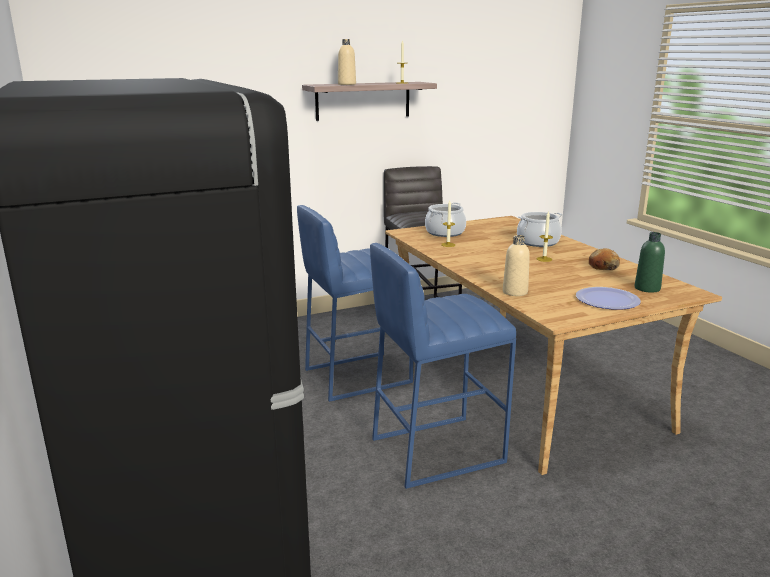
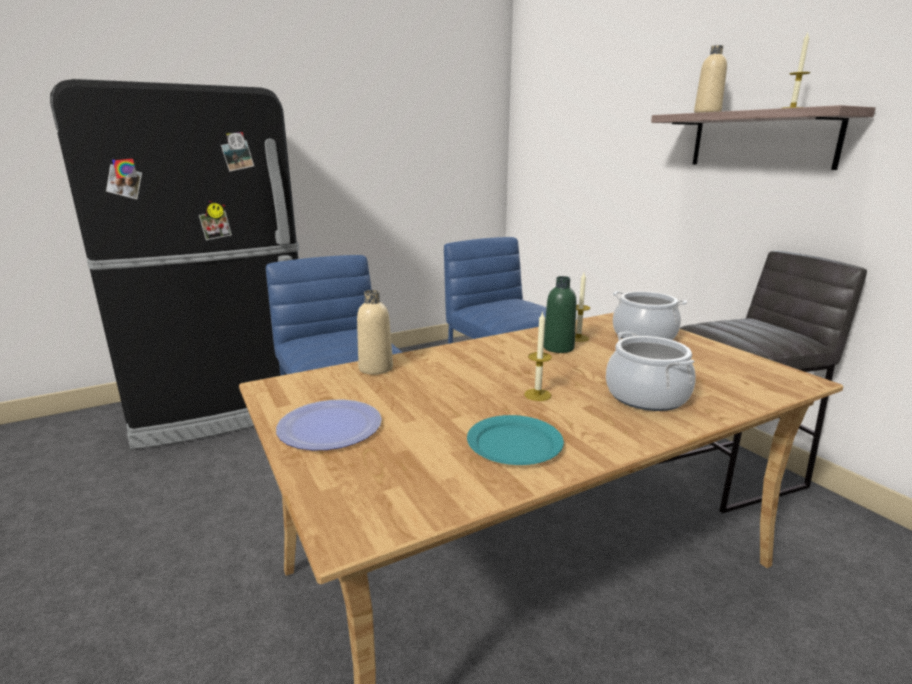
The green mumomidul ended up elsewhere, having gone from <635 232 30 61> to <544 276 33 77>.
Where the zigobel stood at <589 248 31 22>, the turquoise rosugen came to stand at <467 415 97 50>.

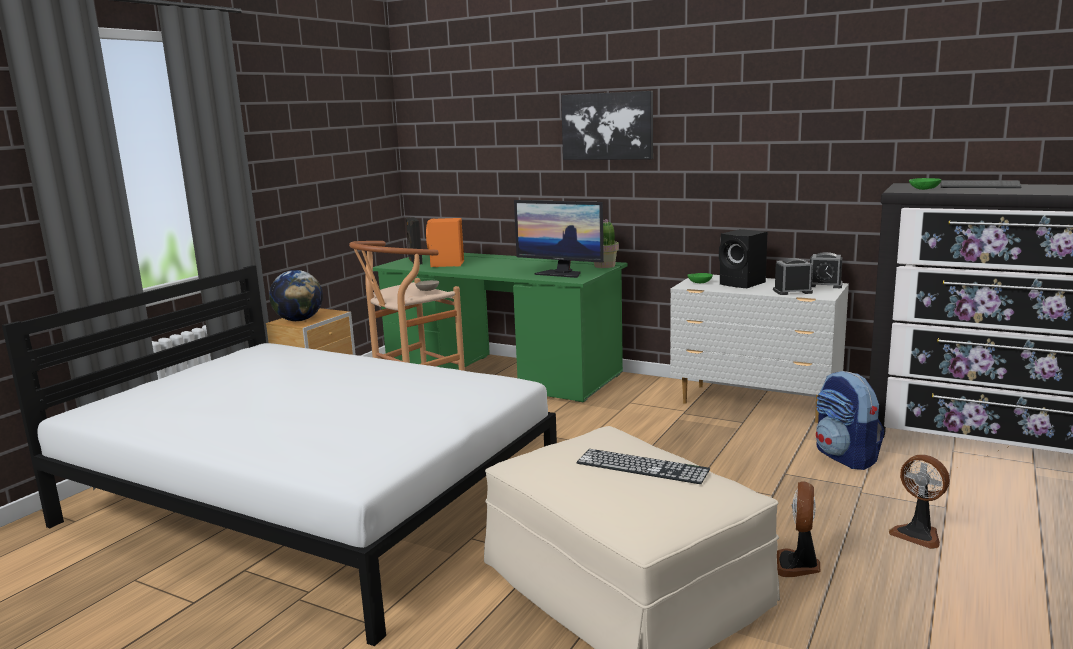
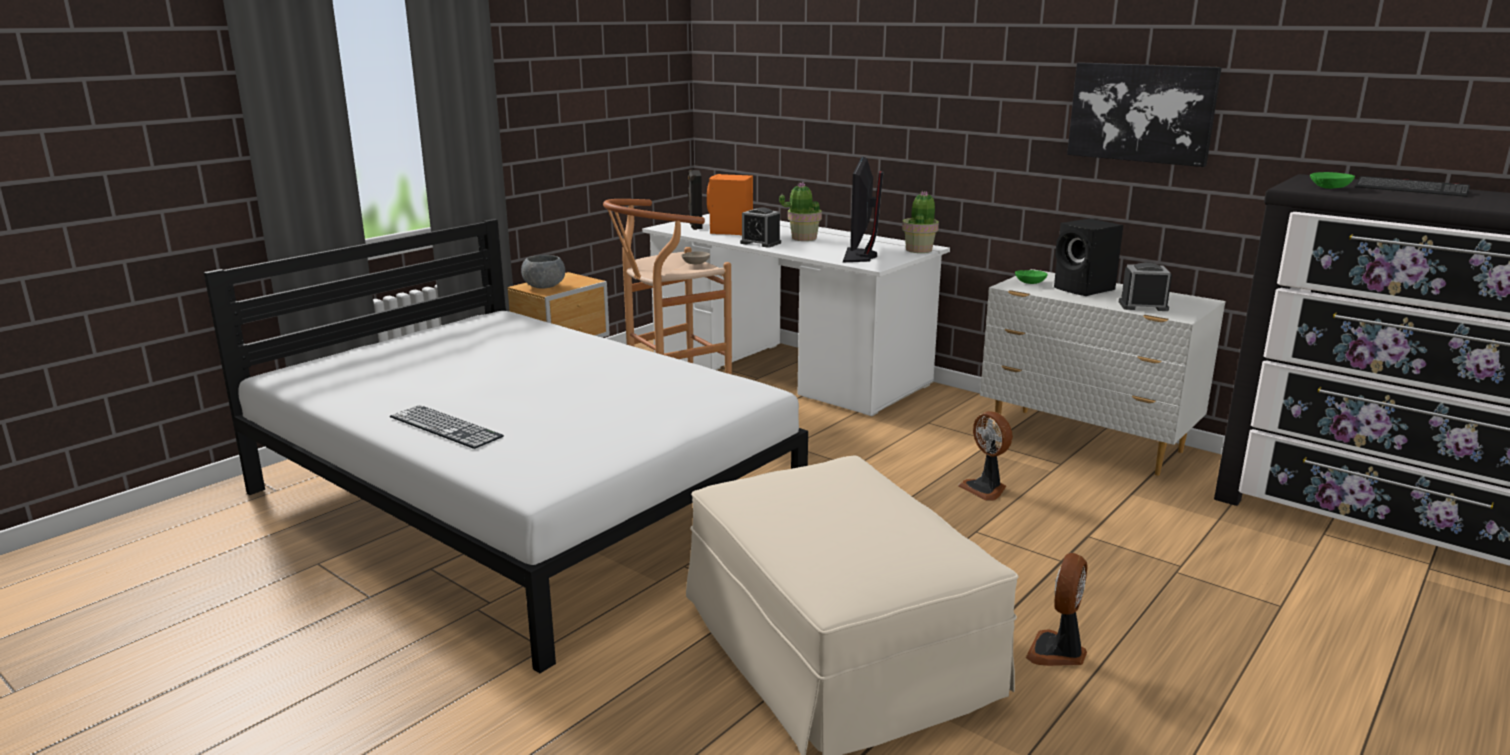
The second view lost the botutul at <816 371 68 99>.
The second view gained the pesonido at <779 182 43 59>.
The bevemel ended up elsewhere, having gone from <561 91 92 69> to <1067 62 155 105>.
The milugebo ended up elsewhere, having gone from <576 449 134 35> to <390 405 114 44>.
The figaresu ended up elsewhere, having gone from <810 252 33 36> to <740 208 41 40>.
The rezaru ended up elsewhere, having gone from <889 455 61 94> to <958 411 55 90>.
Where the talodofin stood at <269 270 54 51>, the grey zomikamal came to stand at <521 255 44 34>.
What was the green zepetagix at <373 253 255 150> turned into the white zepetagix at <642 214 308 202>.
The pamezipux at <514 200 90 78> ended up facing another way, 60 degrees clockwise from before.

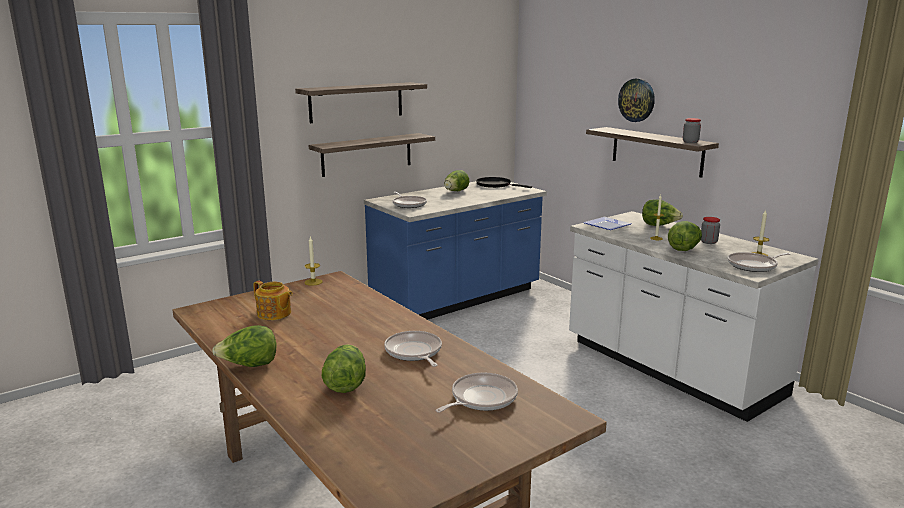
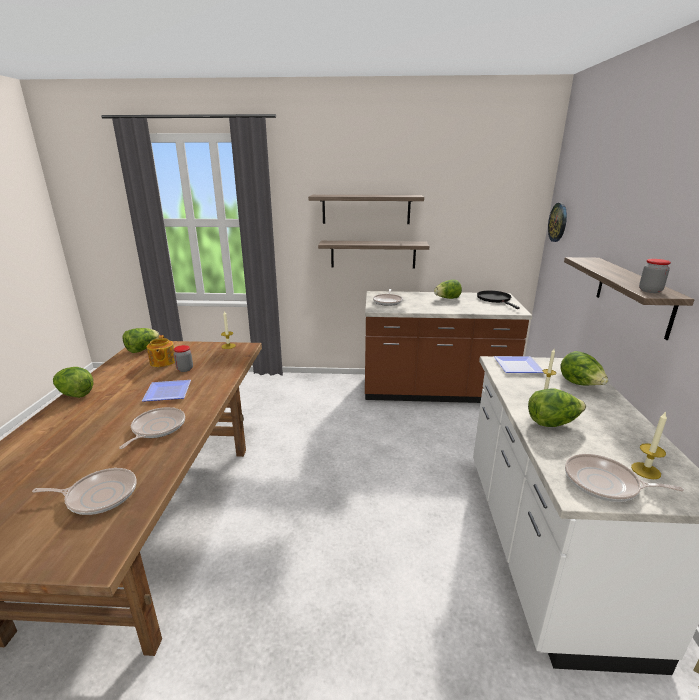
The second view gained the rosugen at <142 380 49 22>.
The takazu ended up elsewhere, having gone from <322 344 44 49> to <122 328 37 25>.
The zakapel ended up elsewhere, having gone from <618 78 37 44> to <548 203 19 39>.
The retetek ended up elsewhere, having gone from <701 217 19 27> to <174 345 19 27>.
What was the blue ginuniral at <364 181 183 139> turned into the brown ginuniral at <365 291 168 112>.

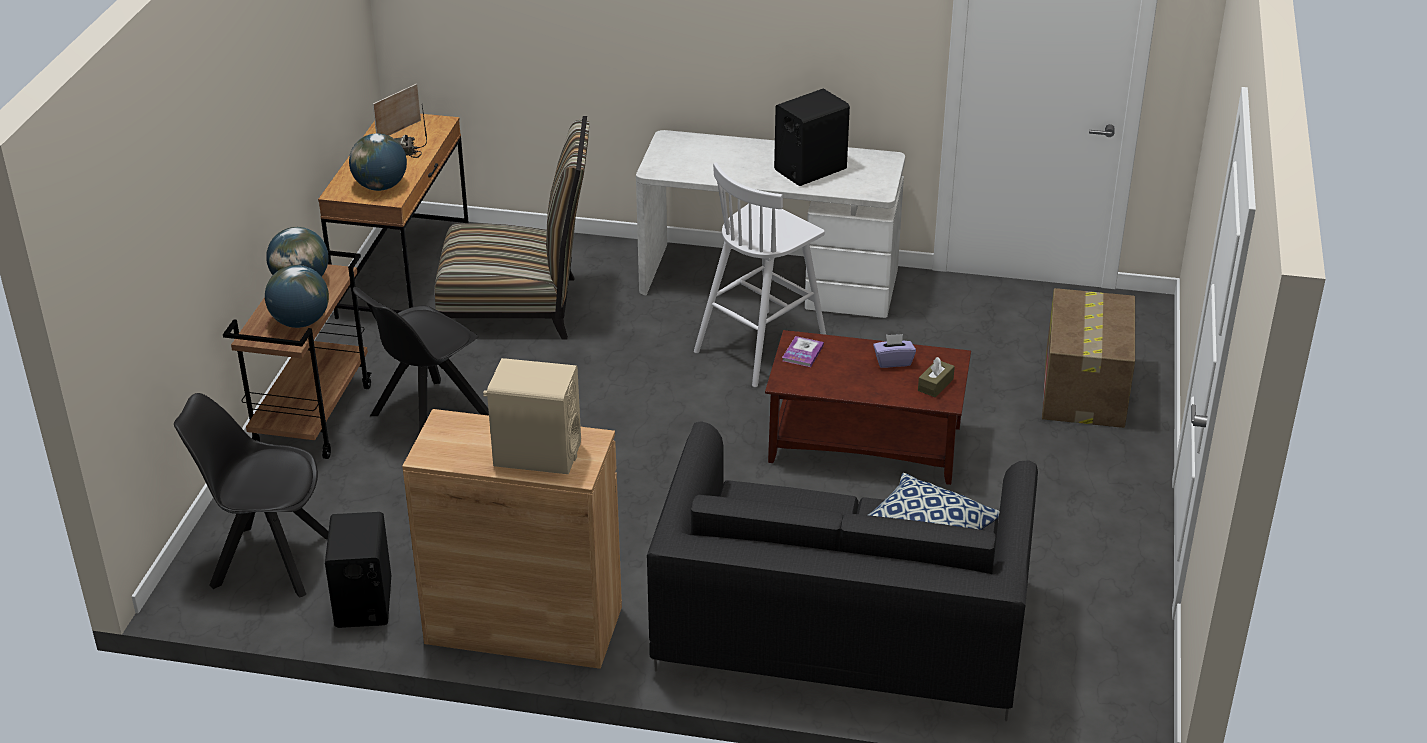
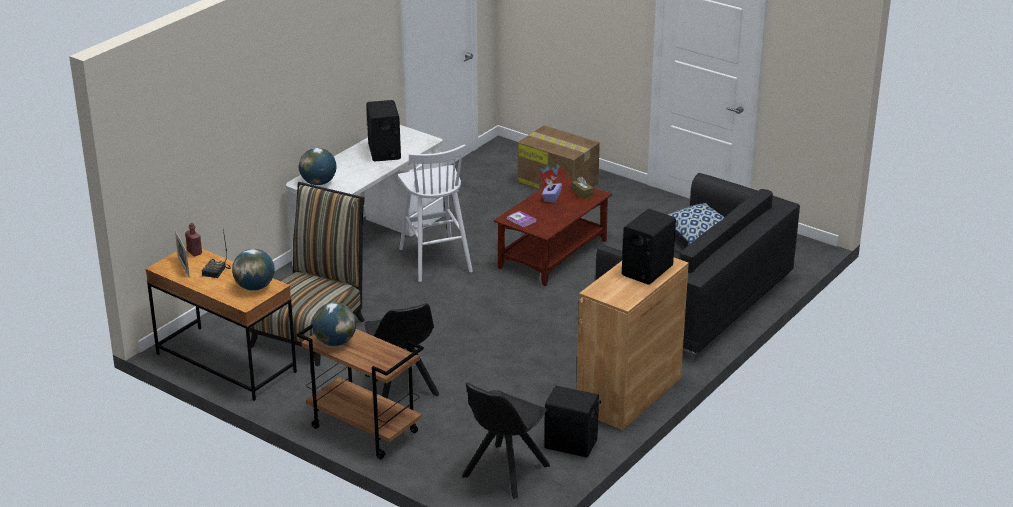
The second view gained the red mumomidul at <185 223 17 33>.
The talodofin ended up elsewhere, having gone from <265 265 64 63> to <299 148 37 37>.
What was the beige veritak at <483 358 98 116> turned into the black veritak at <622 209 54 76>.

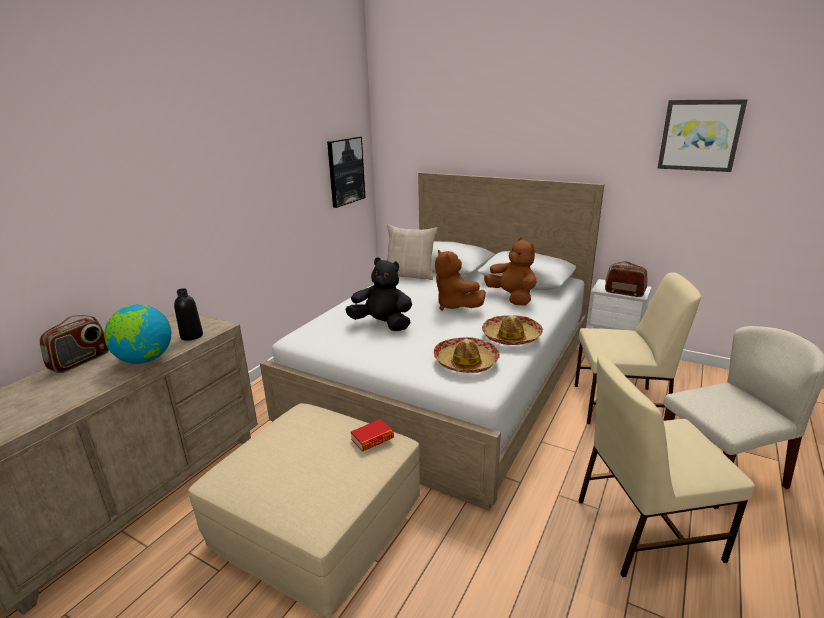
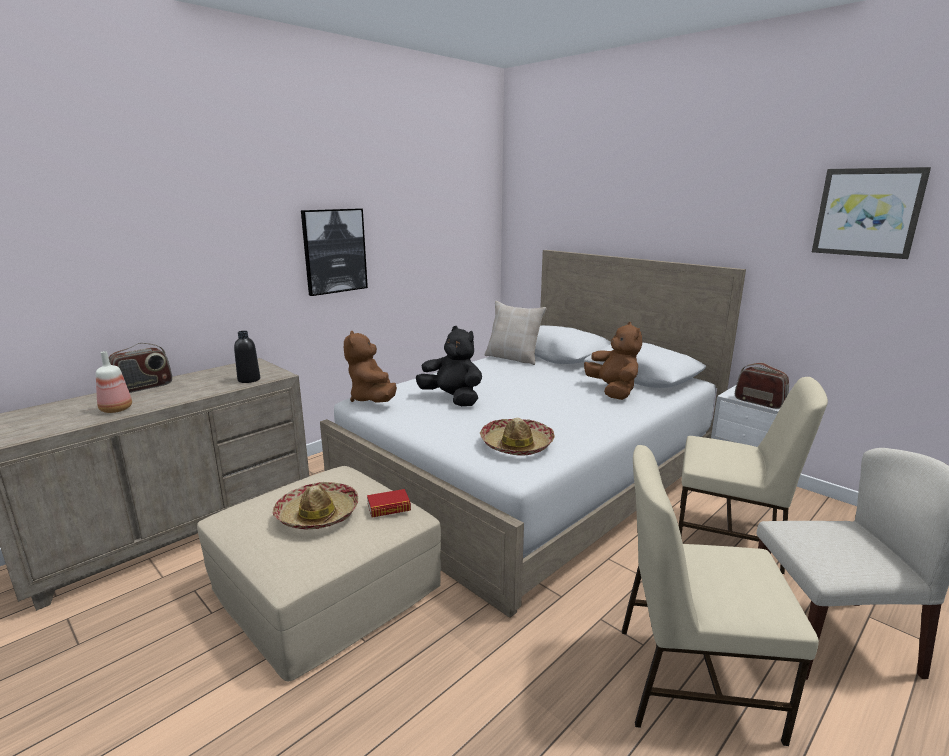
The second view lost the talodofin at <104 304 67 60>.
The second view gained the mumomidul at <96 351 36 62>.
The bevemel ended up elsewhere, having gone from <327 137 38 71> to <301 208 67 88>.
The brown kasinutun ended up elsewhere, having gone from <435 250 51 60> to <344 331 53 72>.
The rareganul ended up elsewhere, having gone from <482 315 61 30> to <273 482 85 47>.

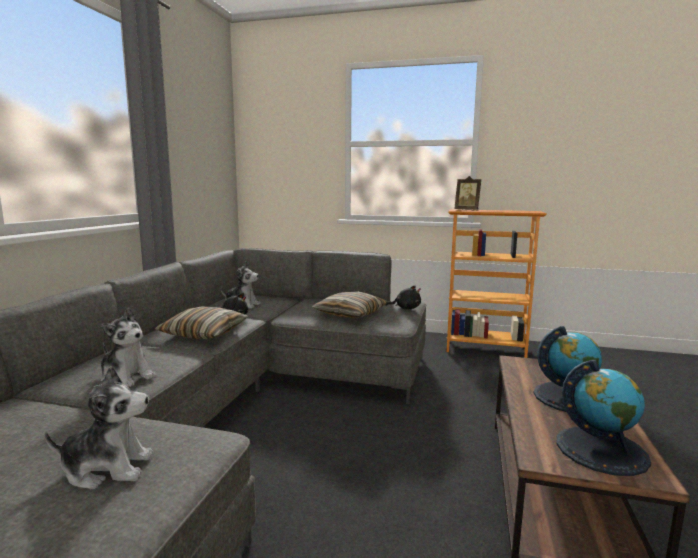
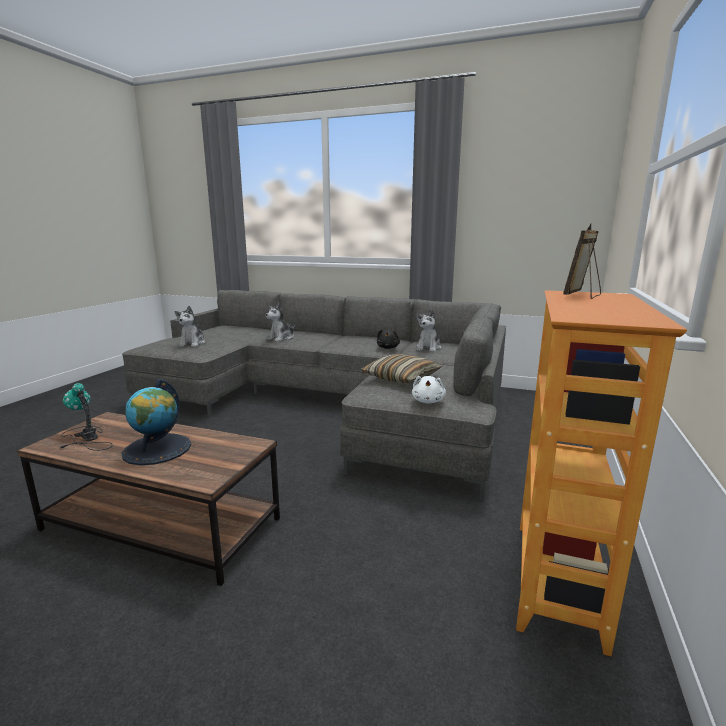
The second view lost the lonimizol at <155 306 93 33>.
Where the talodofin stood at <556 360 95 116>, the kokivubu came to stand at <58 383 55 68>.
What was the black kasinutun at <385 286 36 23> turned into the white kasinutun at <412 376 34 27>.

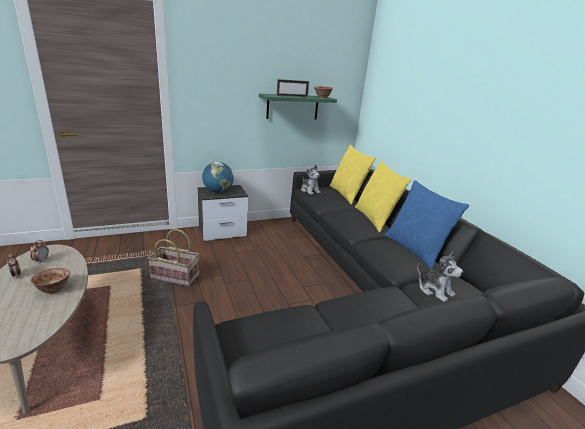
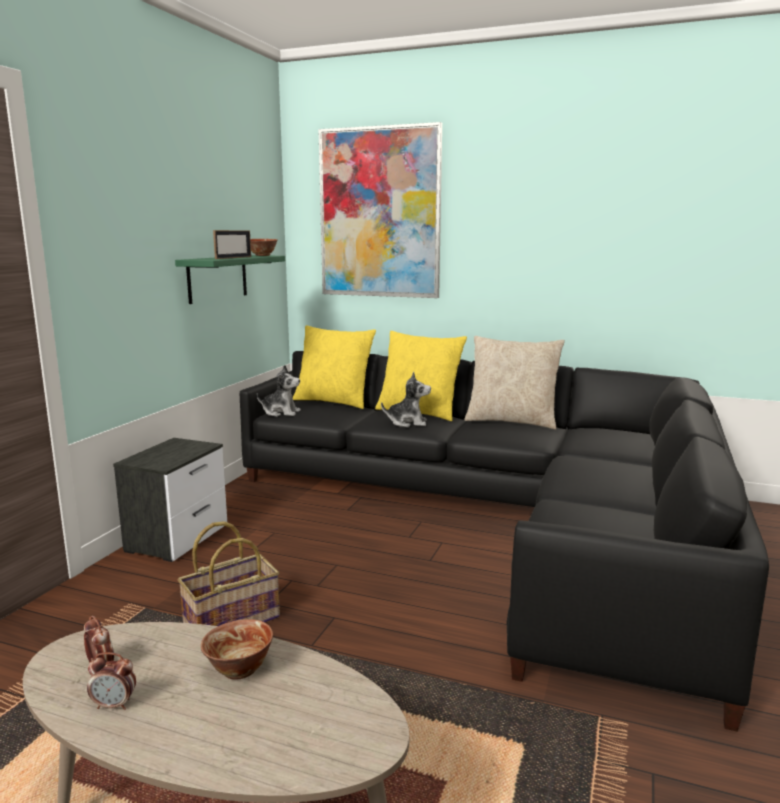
The second view lost the talodofin at <202 162 32 31>.
The second view gained the bevemel at <318 122 124 176>.
The kasinutun ended up elsewhere, having gone from <417 251 46 51> to <381 372 50 55>.
What was the blue lonimizol at <385 180 85 90> turned into the beige lonimizol at <465 336 100 94>.

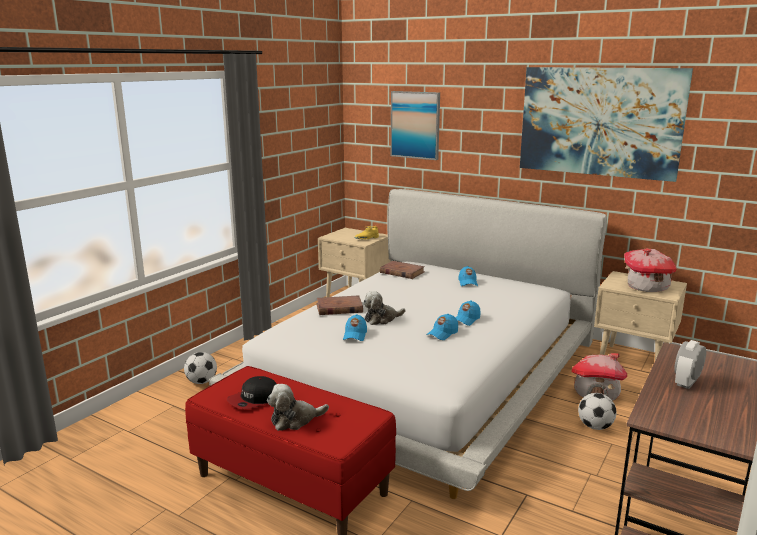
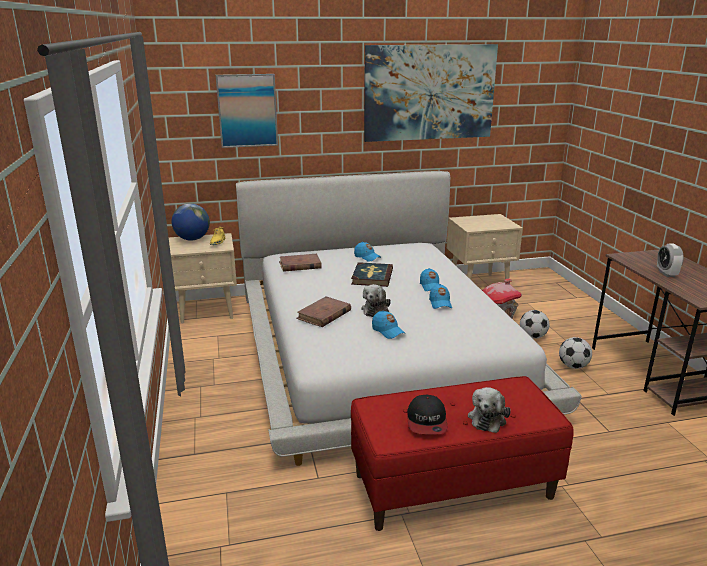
The second view lost the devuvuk at <624 248 53 44>.
The second view gained the talodofin at <171 203 39 38>.
The second view gained the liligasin at <351 262 42 25>.
The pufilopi ended up elsewhere, having gone from <184 352 33 32> to <559 337 33 32>.

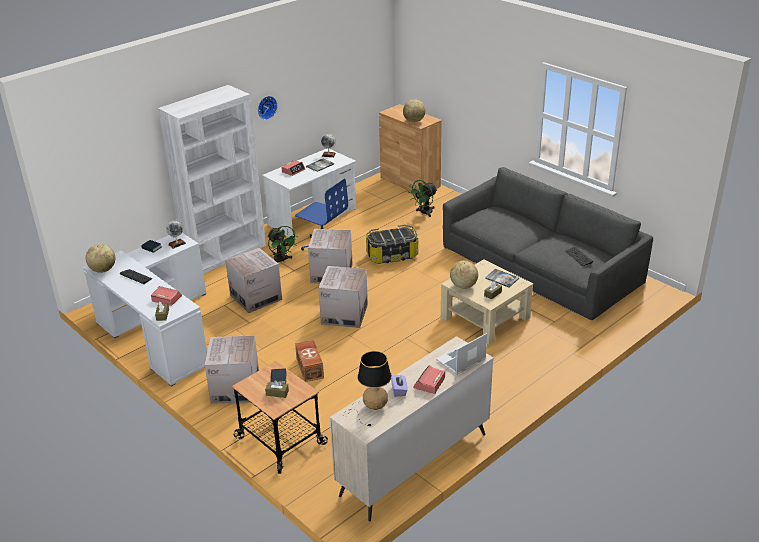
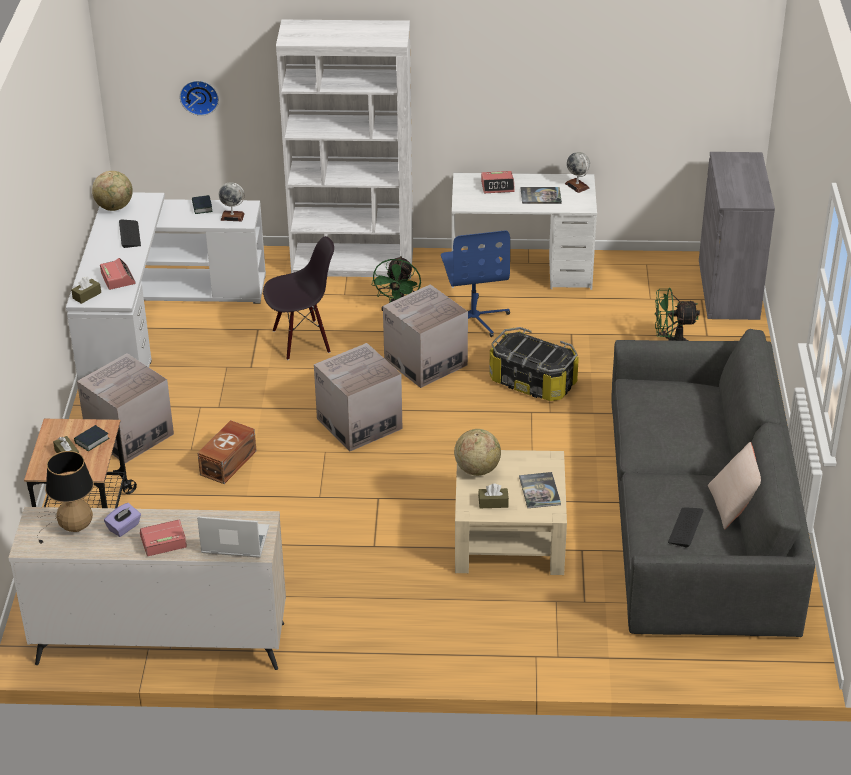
The second view lost the talodofin at <403 99 23 23>.
The second view gained the beige lonimizol at <708 442 53 87>.
The zakapel ended up elsewhere, having gone from <258 96 19 24> to <180 81 39 35>.
Where the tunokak stood at <225 248 57 65>, the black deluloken came to stand at <263 236 71 124>.
What was the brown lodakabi at <379 104 63 92> turned into the grey lodakabi at <699 152 76 168>.

